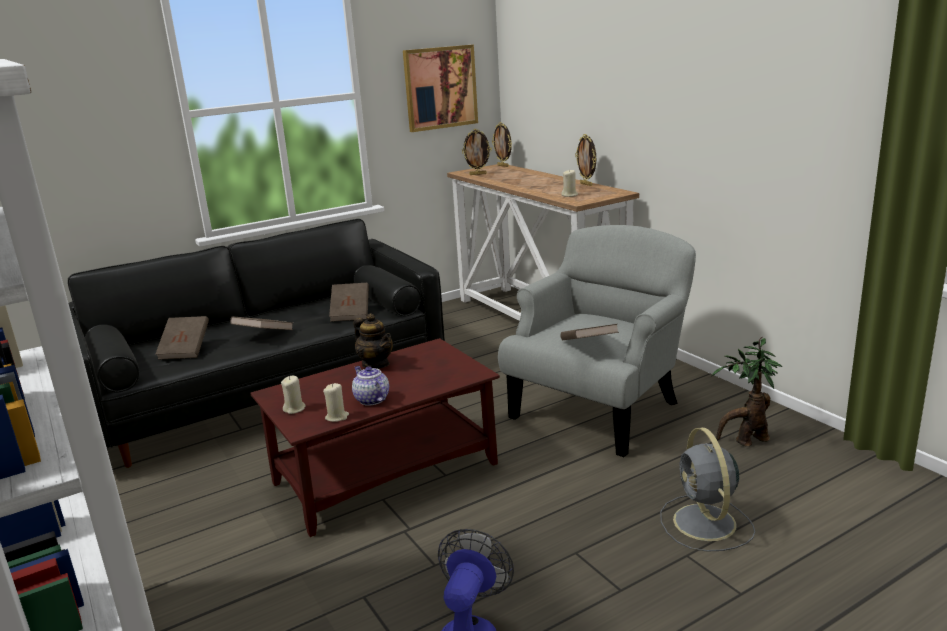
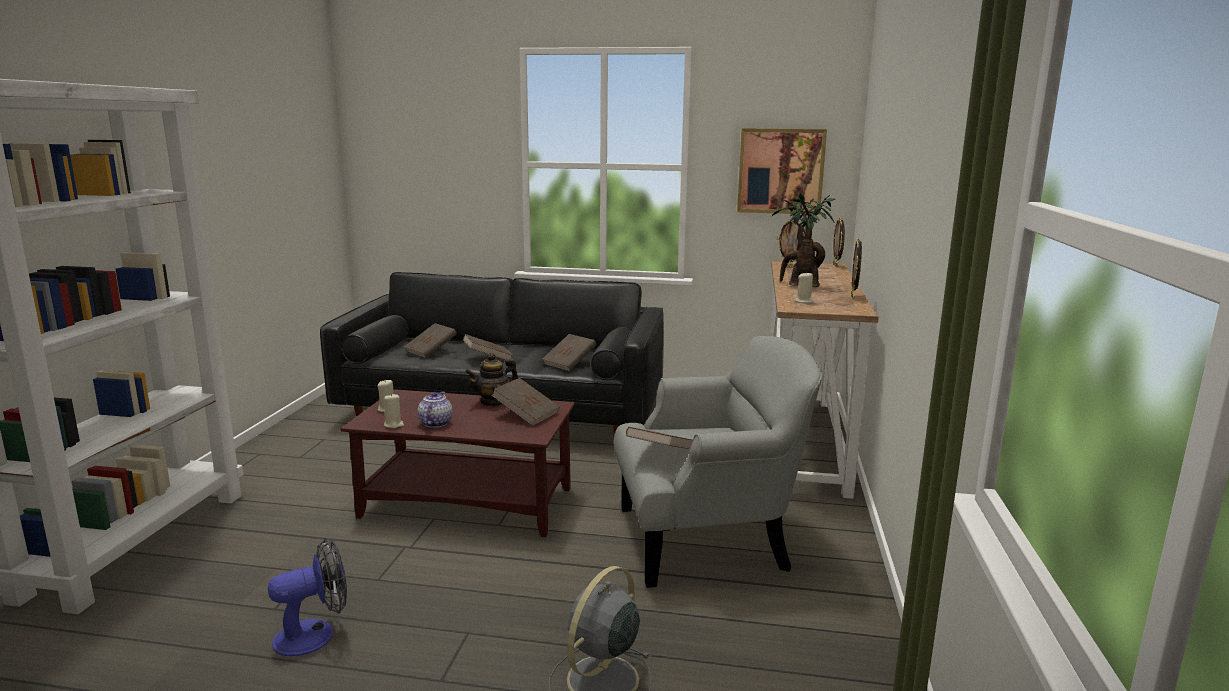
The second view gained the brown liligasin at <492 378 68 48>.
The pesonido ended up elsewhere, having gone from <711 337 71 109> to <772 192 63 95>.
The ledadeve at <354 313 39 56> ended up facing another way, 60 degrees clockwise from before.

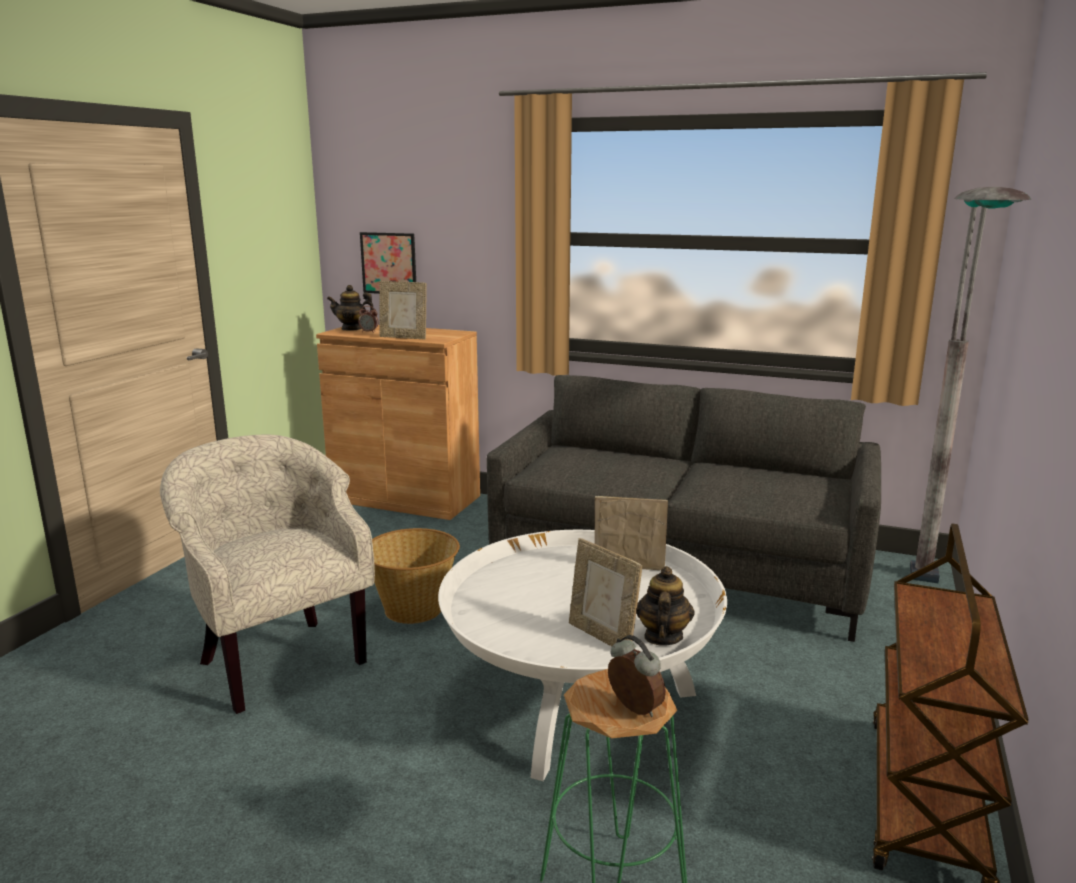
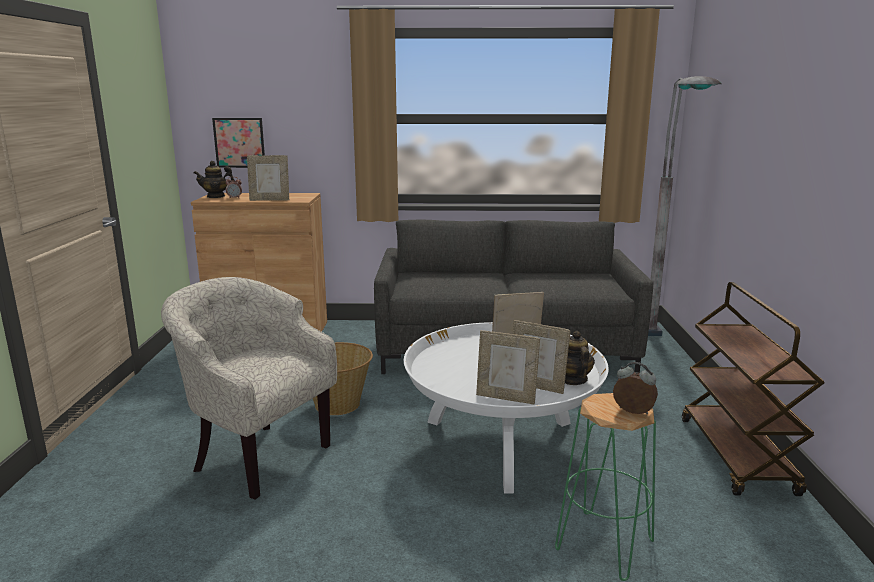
The second view gained the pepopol at <476 330 64 75>.

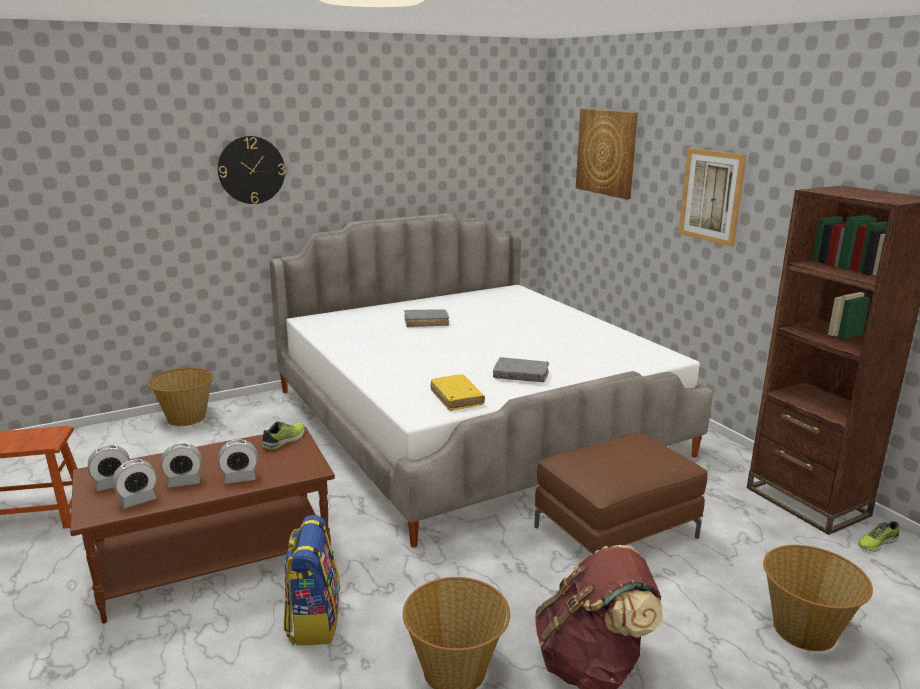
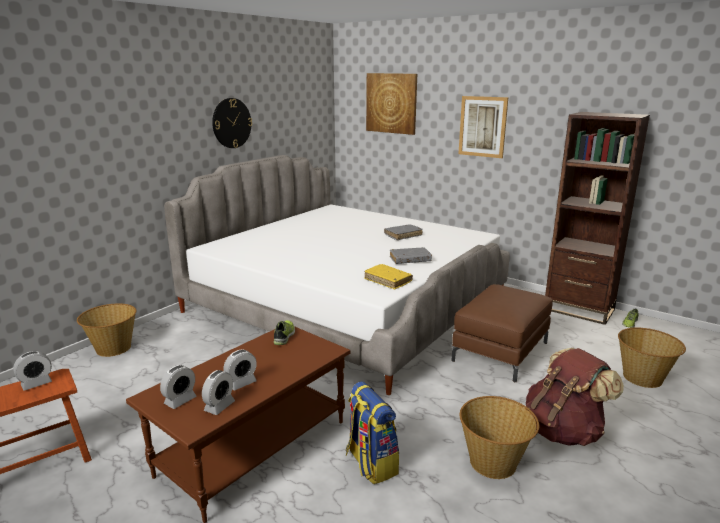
The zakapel ended up elsewhere, having gone from <218 136 67 68> to <212 98 40 50>.
The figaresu ended up elsewhere, having gone from <218 440 40 44> to <13 351 39 40>.
The grey liligasin ended up elsewhere, having gone from <404 309 45 18> to <384 224 39 16>.

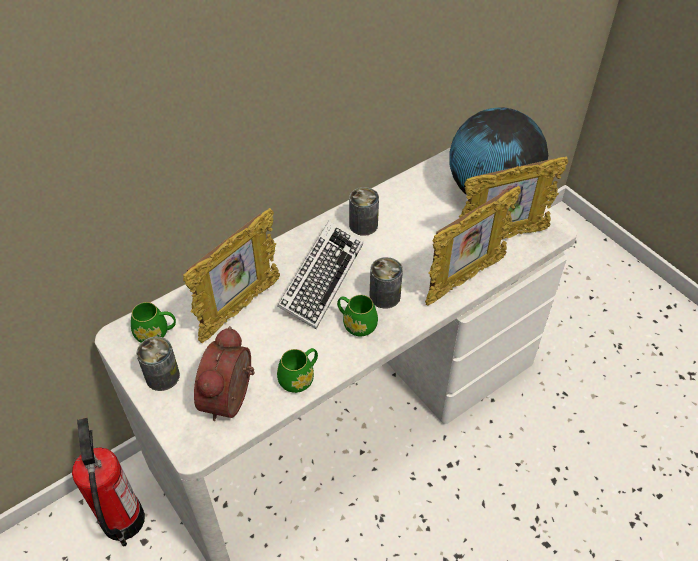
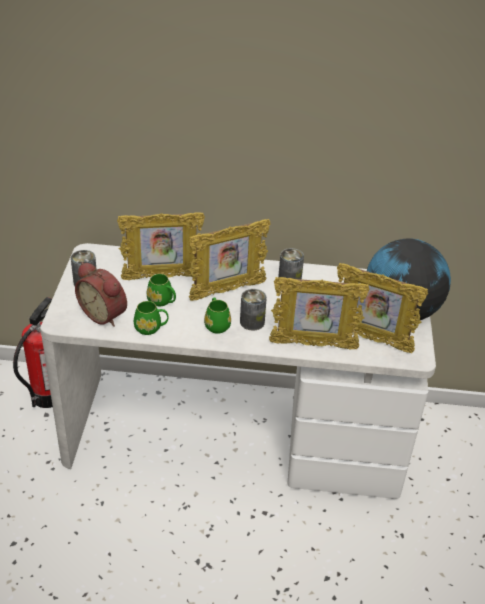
The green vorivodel ended up elsewhere, having gone from <131 302 45 41> to <147 274 29 32>.
Where the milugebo stood at <277 221 86 108>, the pepopol came to stand at <189 219 82 82>.
The figaresu at <194 326 61 95> ended up facing another way, 105 degrees counterclockwise from before.

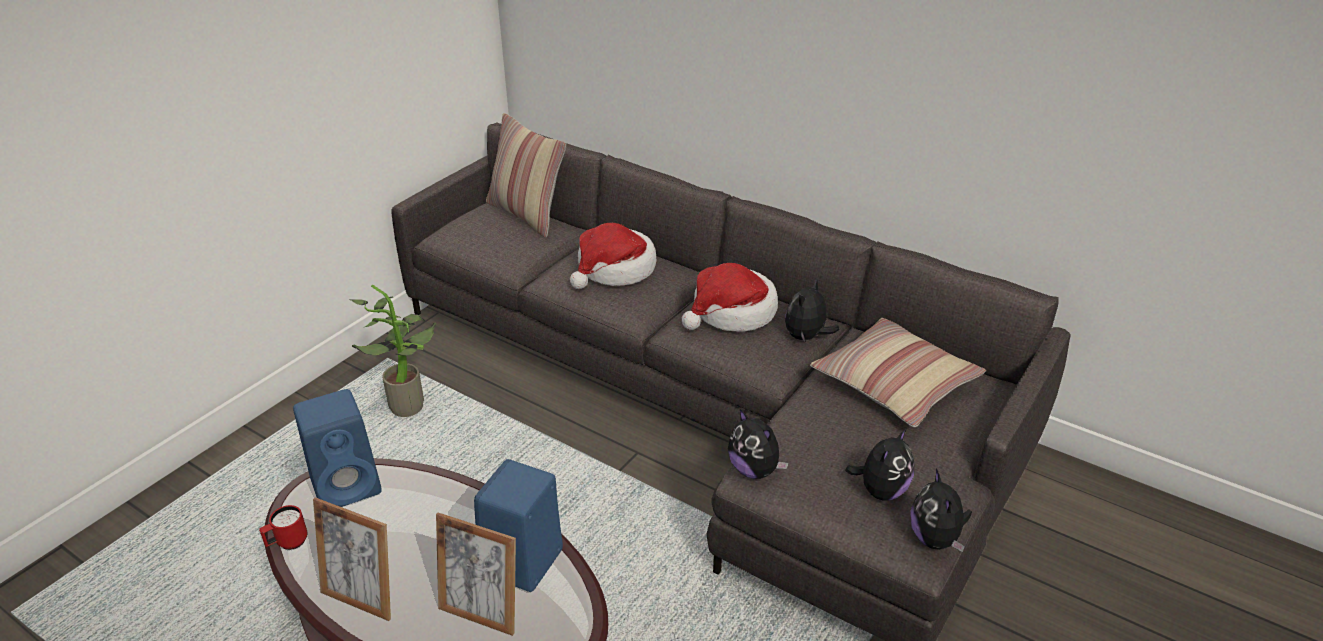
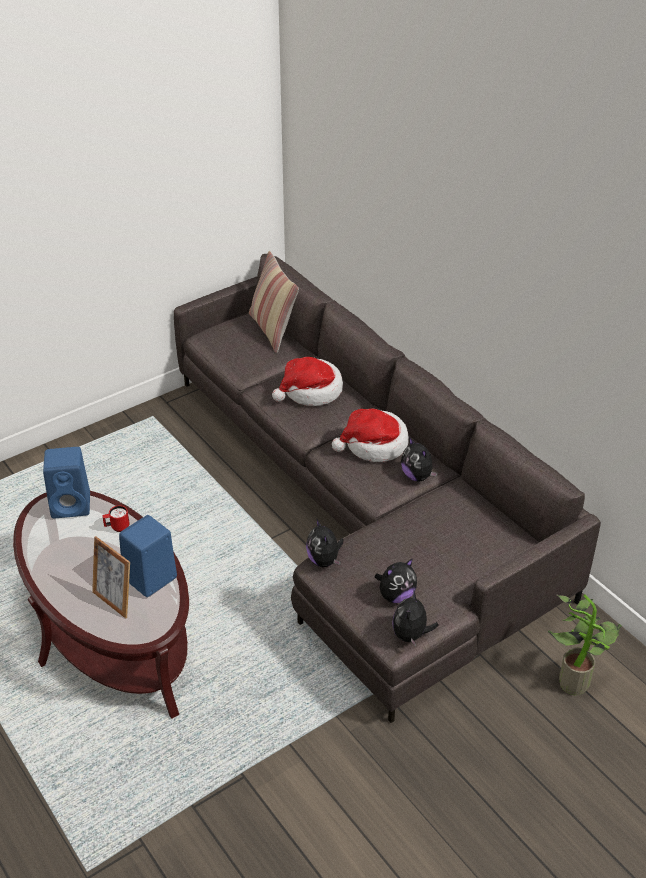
The second view lost the pepopol at <313 497 78 124>.
The second view lost the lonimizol at <810 318 176 109>.
The red vorivodel ended up elsewhere, having gone from <259 505 48 45> to <102 505 28 27>.
The pesonido ended up elsewhere, having gone from <349 284 87 133> to <548 594 73 101>.
The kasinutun at <785 278 55 64> ended up facing another way, 90 degrees counterclockwise from before.

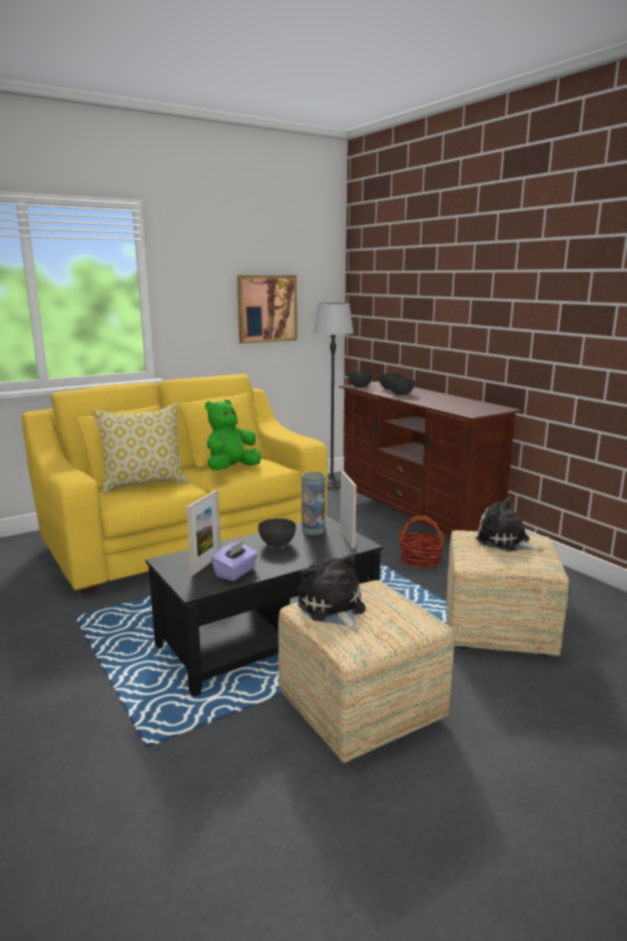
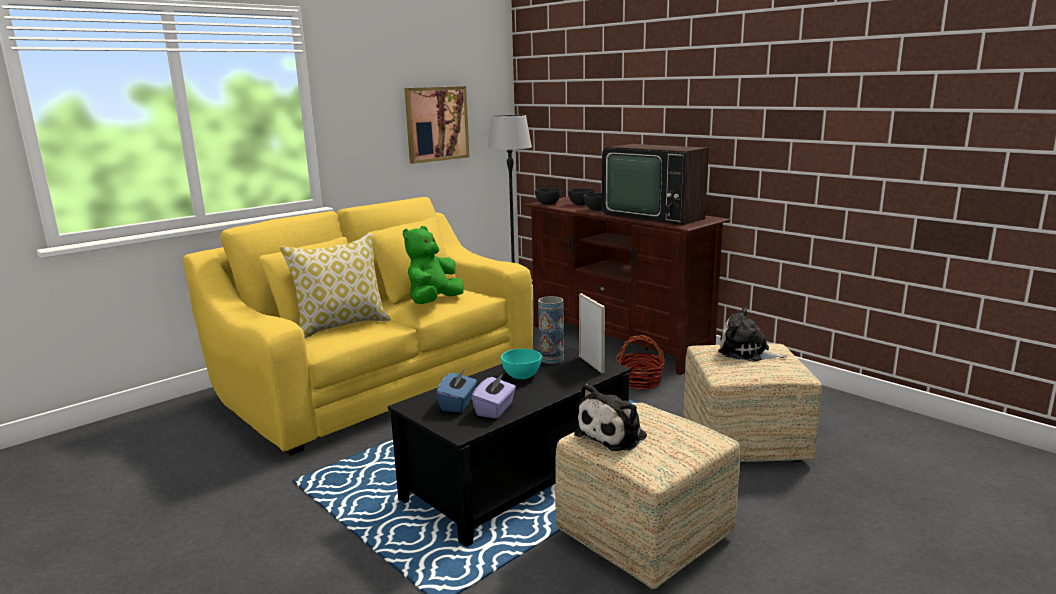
The second view gained the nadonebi at <602 144 107 82>.
Where the pepopol stood at <187 490 34 85>, the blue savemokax came to stand at <436 370 41 43>.
What was the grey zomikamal at <258 518 38 29> turned into the turquoise zomikamal at <501 349 41 30>.
The kasinutun at <298 554 68 76> ended up facing another way, 105 degrees counterclockwise from before.

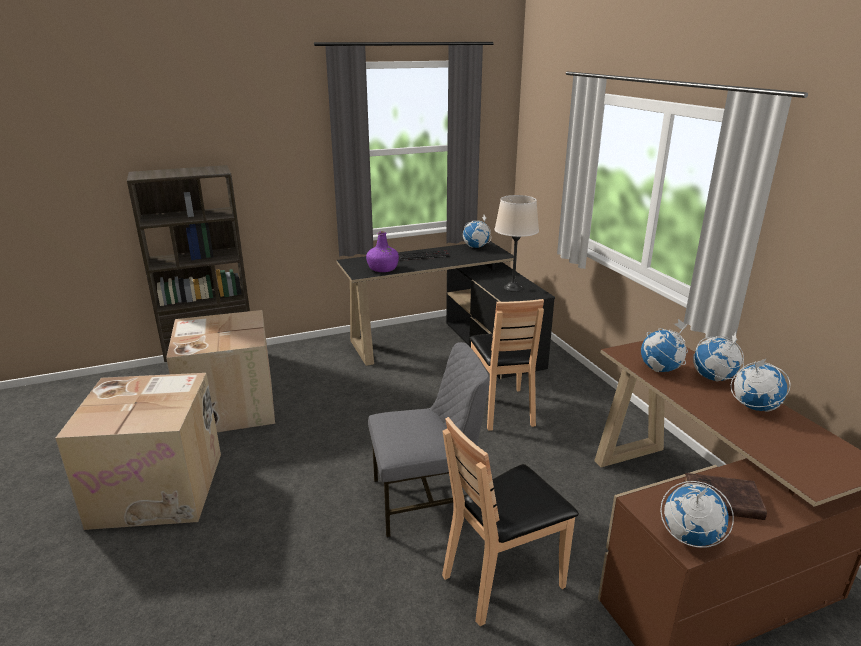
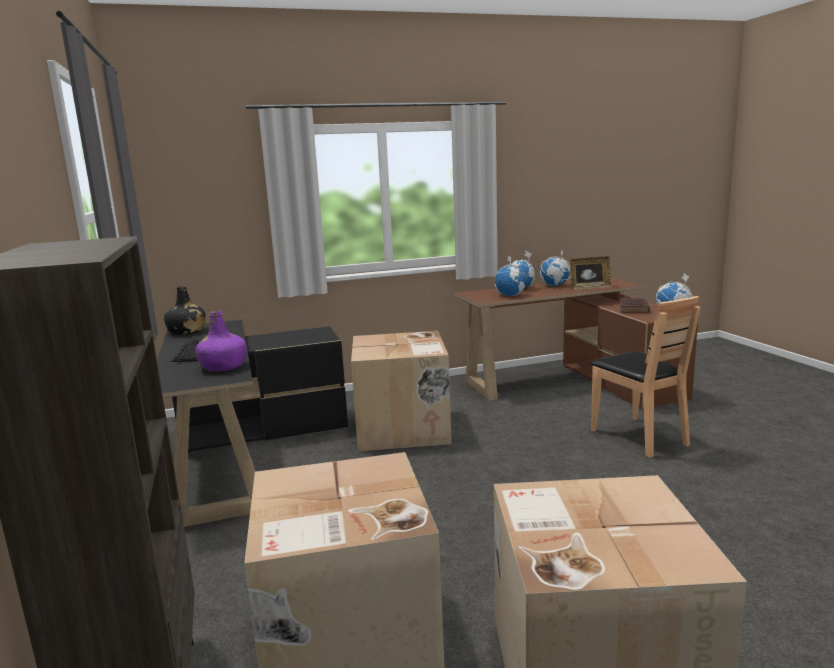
The second view lost the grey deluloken at <368 342 122 196>.
The second view lost the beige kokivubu at <494 195 45 96>.
The second view gained the pepopol at <571 256 41 33>.
Where the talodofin stood at <463 215 28 33>, the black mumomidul came to stand at <164 286 42 49>.
Where the brown deluloken stood at <470 299 74 132>, the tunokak came to stand at <351 331 101 120>.

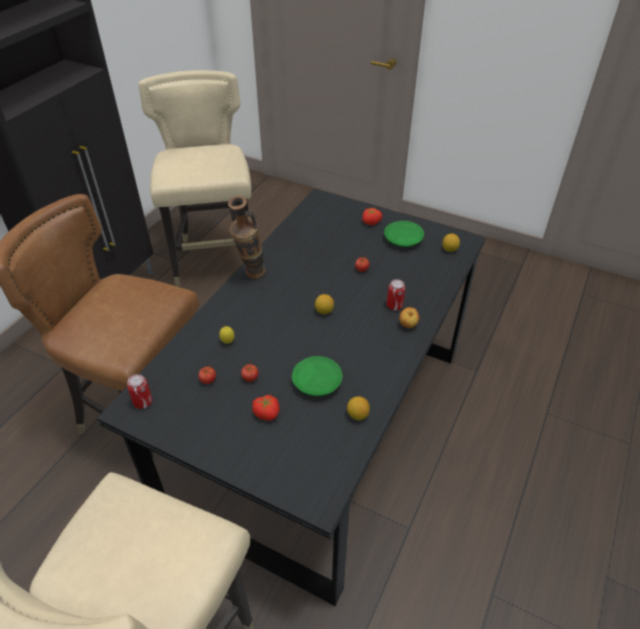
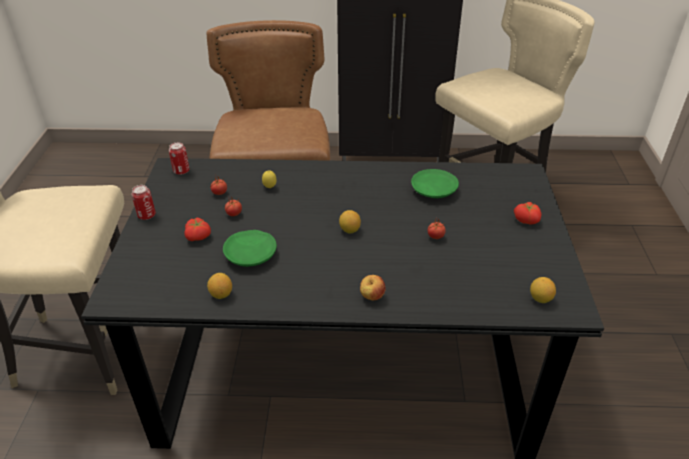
The second view lost the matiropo at <228 196 37 83>.
The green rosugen ended up elsewhere, having gone from <384 221 40 26> to <411 169 48 29>.
The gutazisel ended up elsewhere, having gone from <387 279 18 31> to <131 185 25 35>.

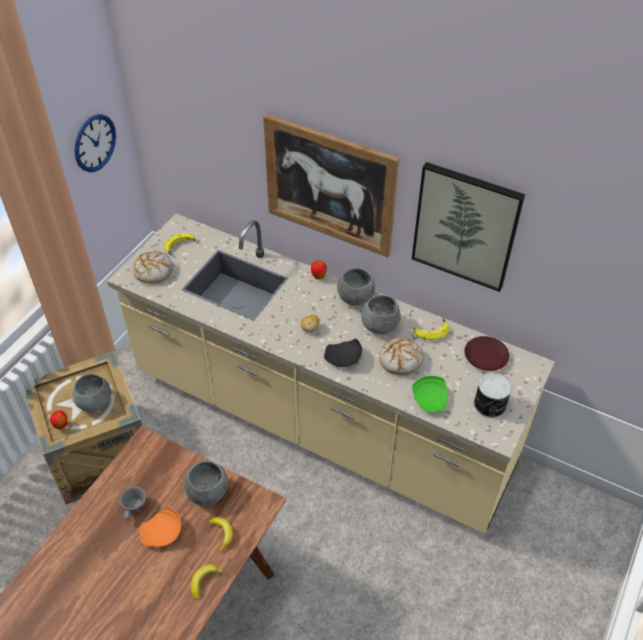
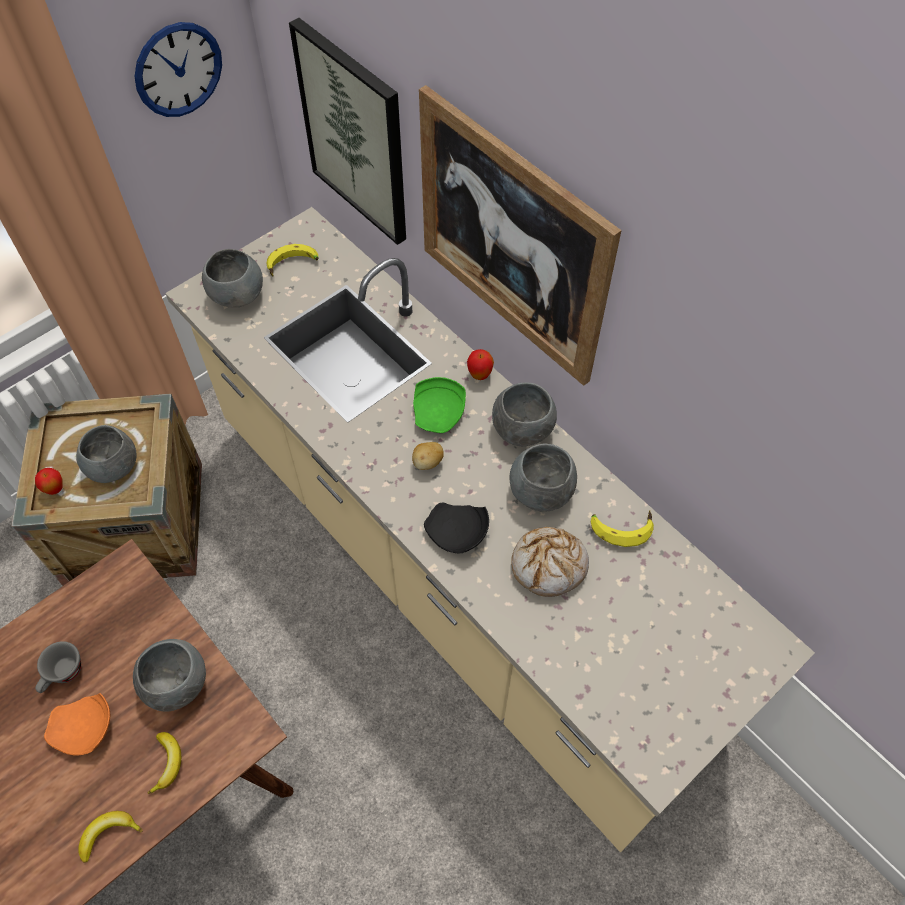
The second view lost the brown rosugen at <464 336 46 35>.
The second view lost the gutazisel at <474 372 38 46>.
The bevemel ended up elsewhere, having gone from <412 162 113 130> to <289 18 117 227>.
The green rosugen ended up elsewhere, having gone from <412 376 36 36> to <413 377 53 56>.
Where the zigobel stood at <133 251 39 33>, the grey zomikamal came to stand at <202 249 61 58>.

